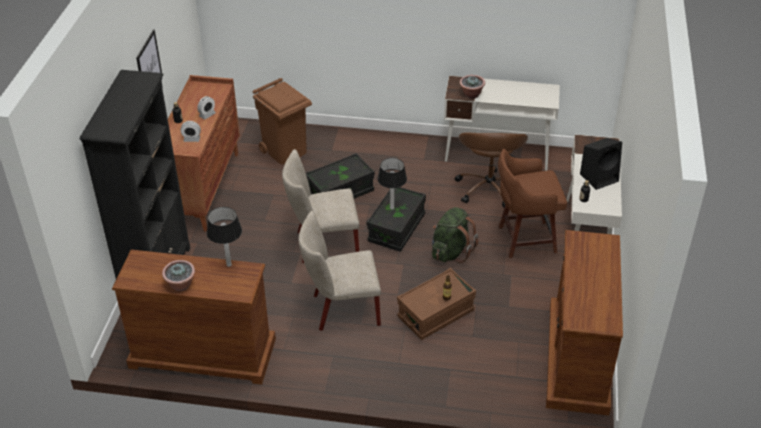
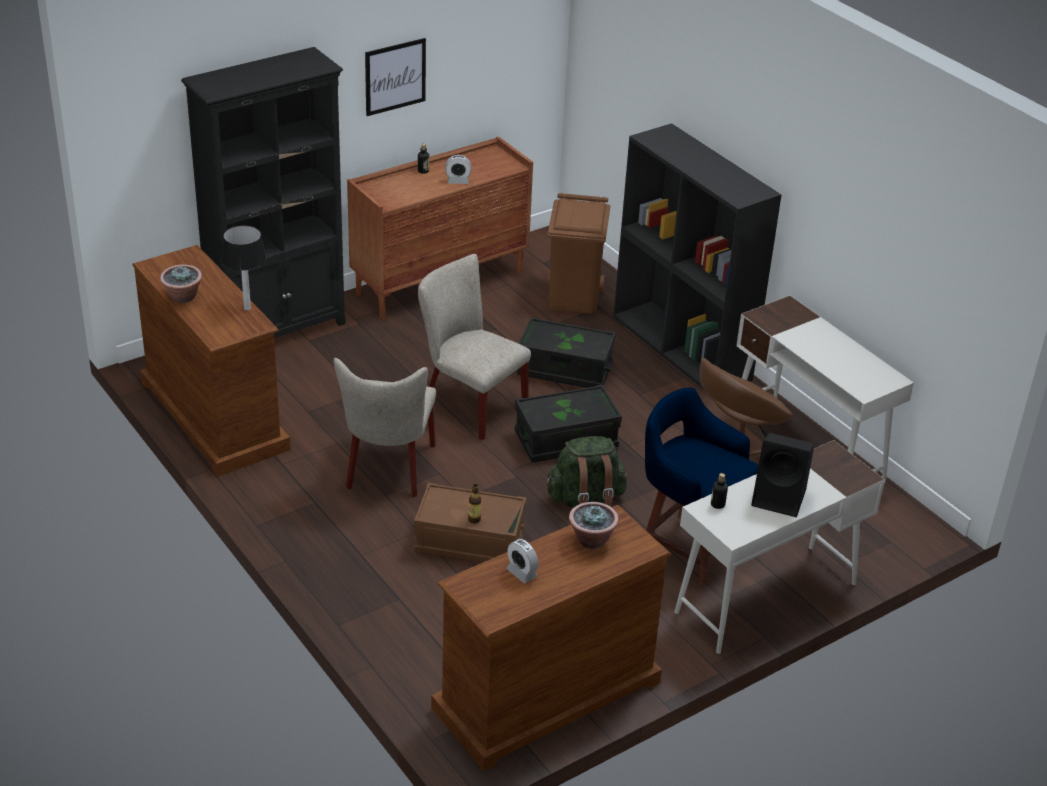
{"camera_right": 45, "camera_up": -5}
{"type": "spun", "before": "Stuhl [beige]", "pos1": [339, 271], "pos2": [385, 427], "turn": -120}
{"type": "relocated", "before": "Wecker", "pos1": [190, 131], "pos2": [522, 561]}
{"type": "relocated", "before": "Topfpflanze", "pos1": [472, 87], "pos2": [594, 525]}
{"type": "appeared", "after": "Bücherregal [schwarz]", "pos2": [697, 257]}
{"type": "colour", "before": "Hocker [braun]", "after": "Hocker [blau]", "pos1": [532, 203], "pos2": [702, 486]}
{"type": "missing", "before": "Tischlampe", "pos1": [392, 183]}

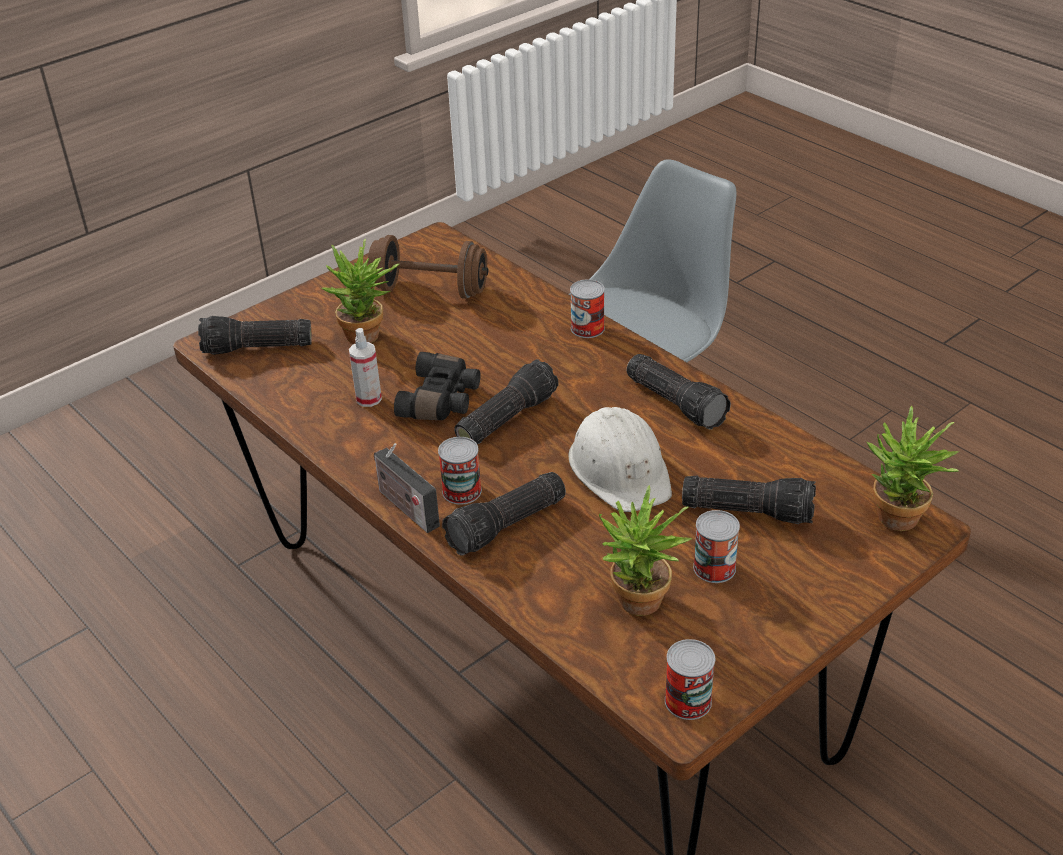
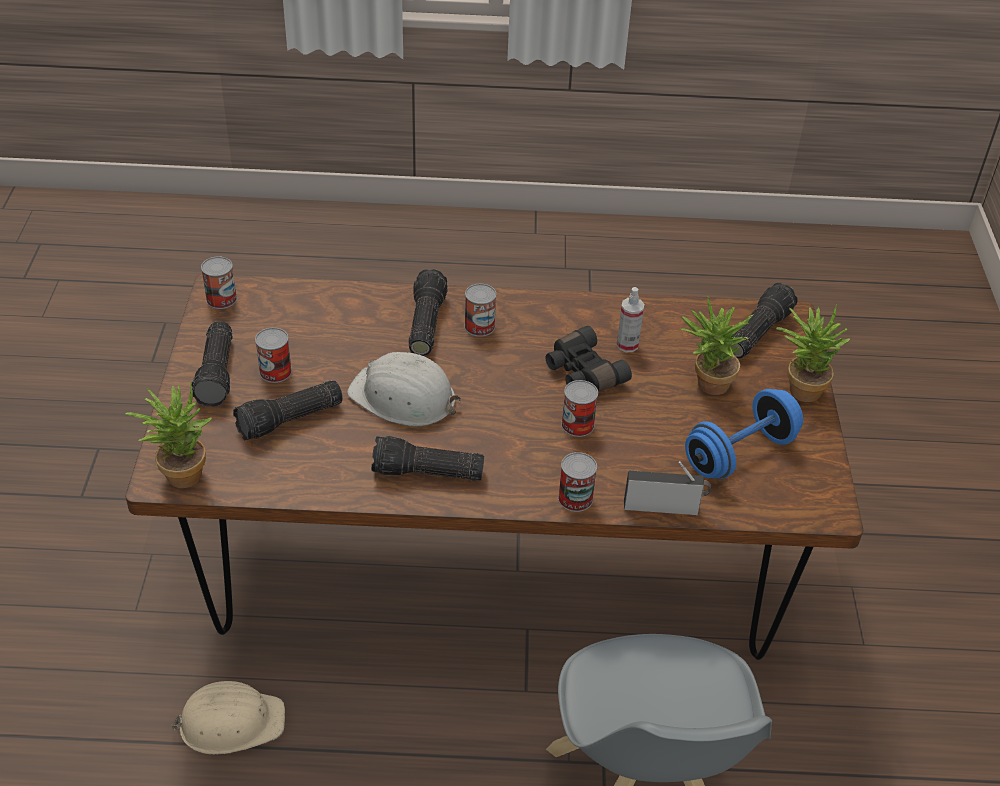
{"camera_right": 130, "camera_up": 5}
{"type": "appeared", "after": "Schutzhelm [beige]", "pos2": [227, 718]}
{"type": "relocated", "before": "Taschenlampe", "pos1": [506, 402], "pos2": [212, 364]}
{"type": "appeared", "after": "Dose", "pos2": [579, 408]}
{"type": "relocated", "before": "Radio", "pos1": [407, 488], "pos2": [667, 488]}
{"type": "colour", "before": "Hantel [braun]", "after": "Hantel [blau]", "pos1": [427, 267], "pos2": [744, 434]}
{"type": "relocated", "before": "Topfpflanze", "pos1": [645, 550], "pos2": [813, 353]}

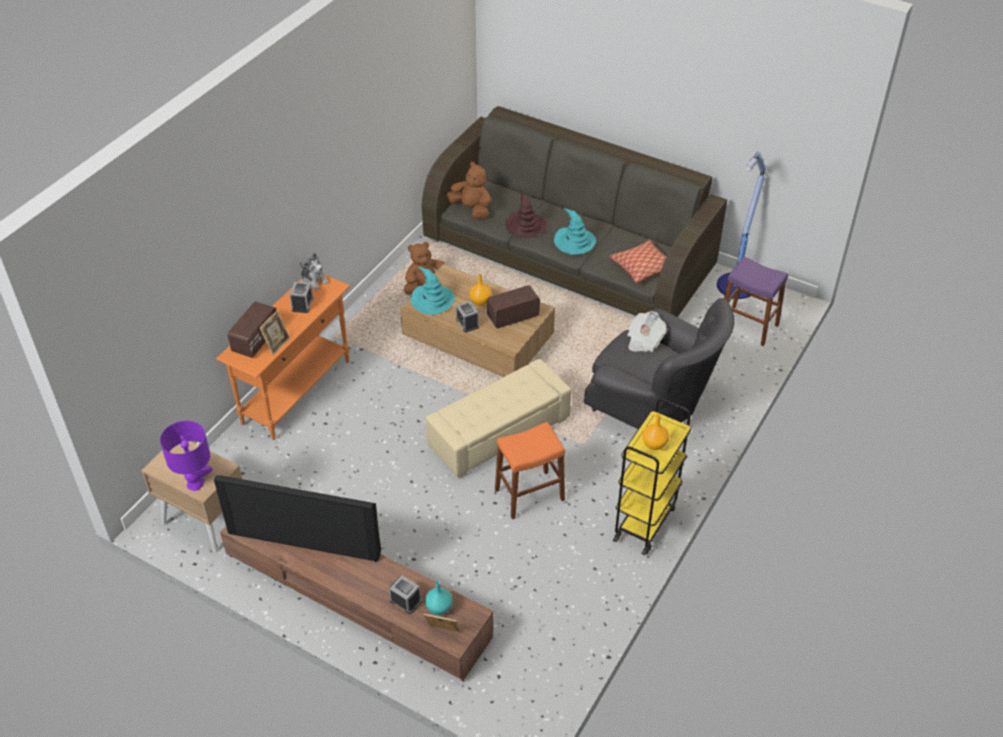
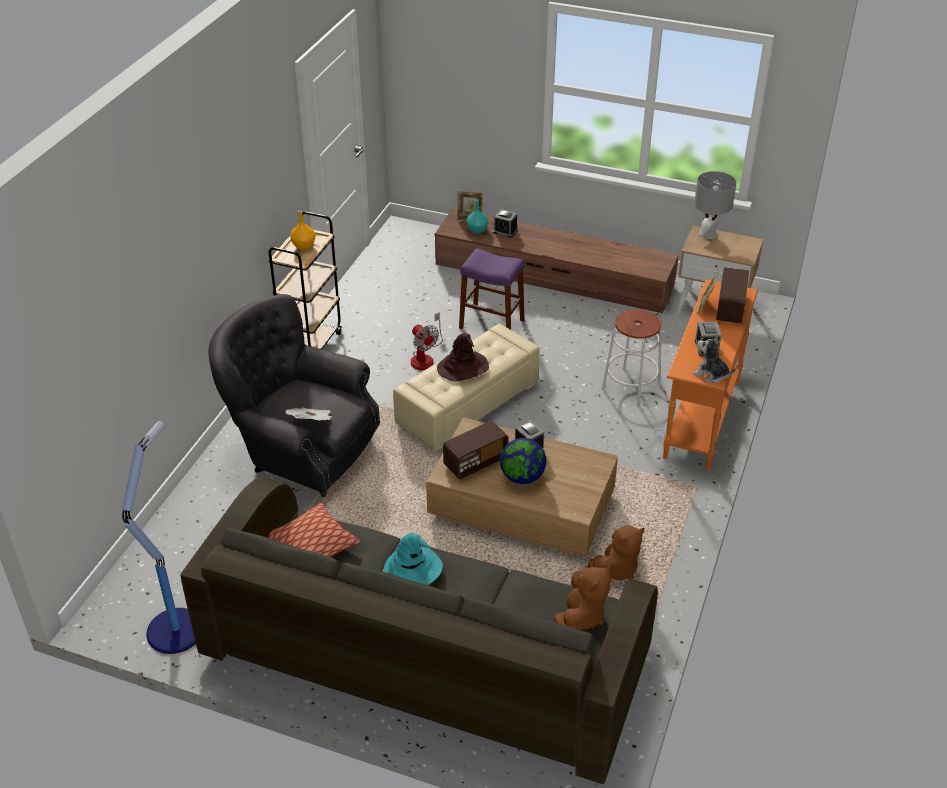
{"camera_right": 170, "camera_up": -5}
{"type": "colour", "before": "Rollwagen [gelb]", "after": "Rollwagen [braun]", "pos1": [652, 477], "pos2": [305, 280]}
{"type": "exchanged", "before": "Hocker [orange]", "after": "Ventilator", "pos1": [530, 470], "pos2": [427, 341]}
{"type": "relocated", "before": "Hut [braun]", "pos1": [526, 214], "pos2": [463, 357]}
{"type": "relocated", "before": "Hocker [lila]", "pos1": [756, 301], "pos2": [491, 289]}
{"type": "exchanged", "before": "Vase [orange]", "after": "Globus", "pos1": [480, 289], "pos2": [523, 461]}
{"type": "spun", "before": "Plüschtier [braun]", "pos1": [468, 190], "pos2": [582, 597], "turn": -90}
{"type": "appeared", "after": "Hocker [weiß]", "pos2": [632, 357]}
{"type": "colour", "before": "Tischlampe [lila]", "after": "Tischlampe [grau]", "pos1": [186, 456], "pos2": [715, 205]}
{"type": "missing", "before": "Fernseher", "pos1": [297, 518]}
{"type": "missing", "before": "Hut [türkis]", "pos1": [433, 291]}

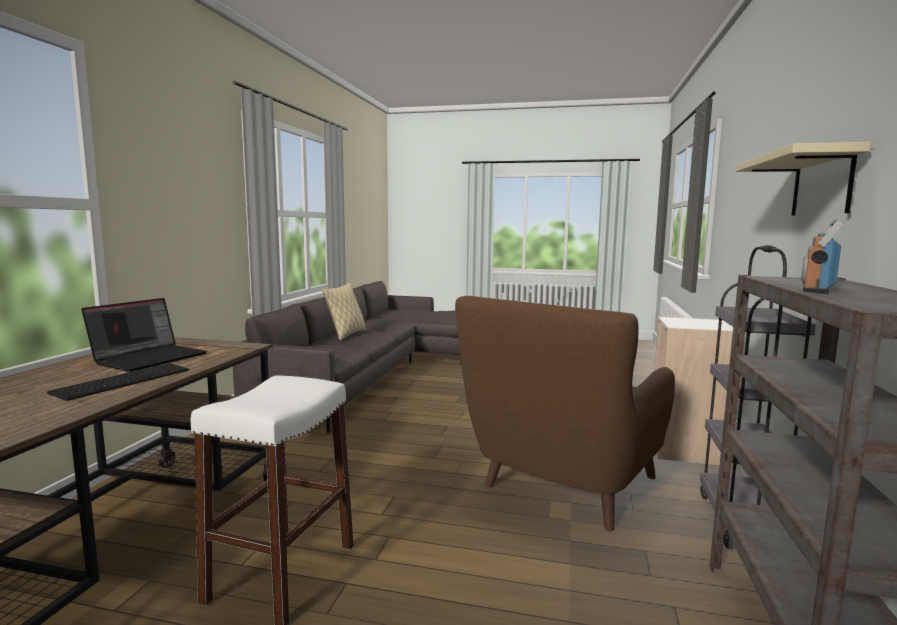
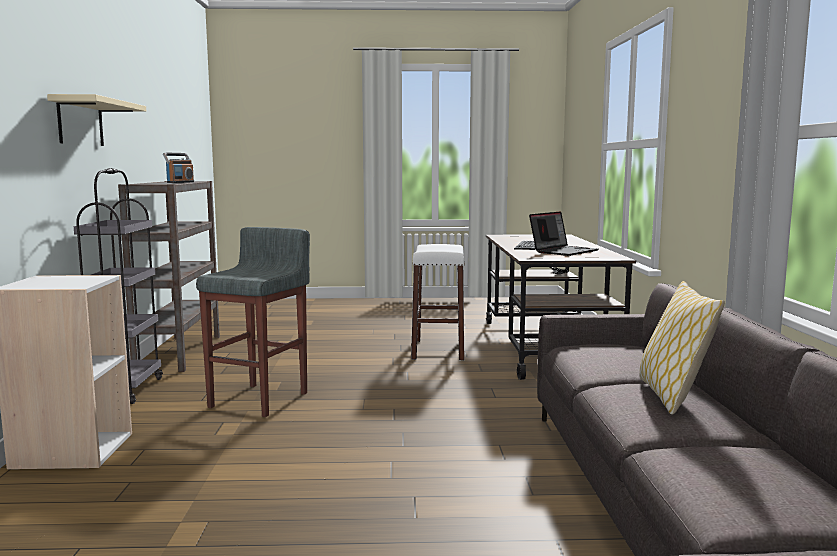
{"camera_right": 165, "camera_up": 0}
{"type": "exchanged", "before": "Sessel [braun]", "after": "Hocker [grau]", "pos1": [565, 413], "pos2": [253, 322]}
{"type": "spun", "before": "Laptop", "pos1": [144, 335], "pos2": [563, 233], "turn": -150}

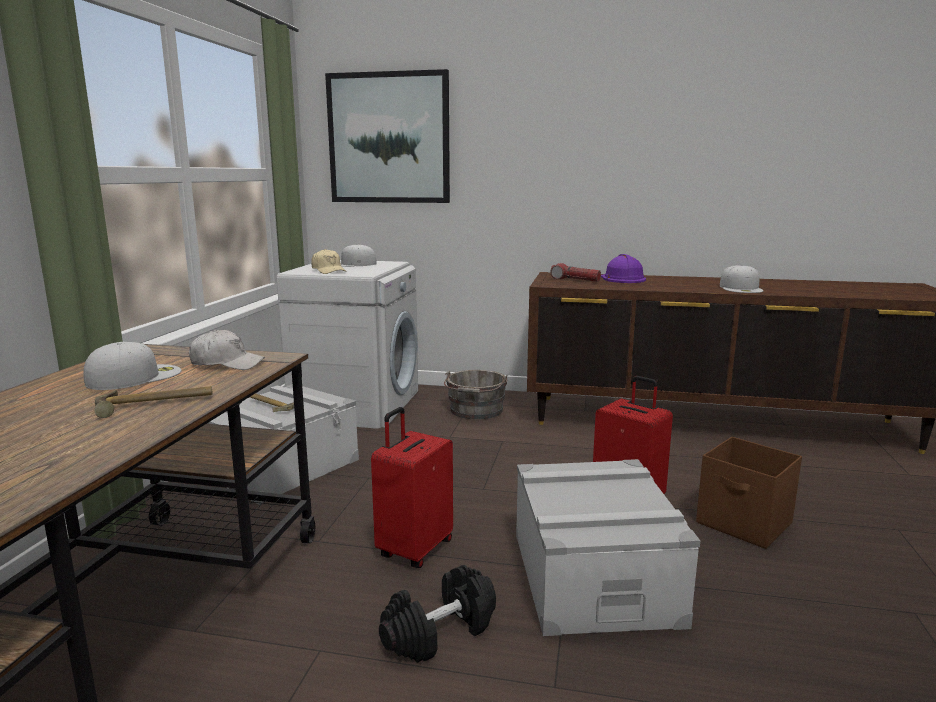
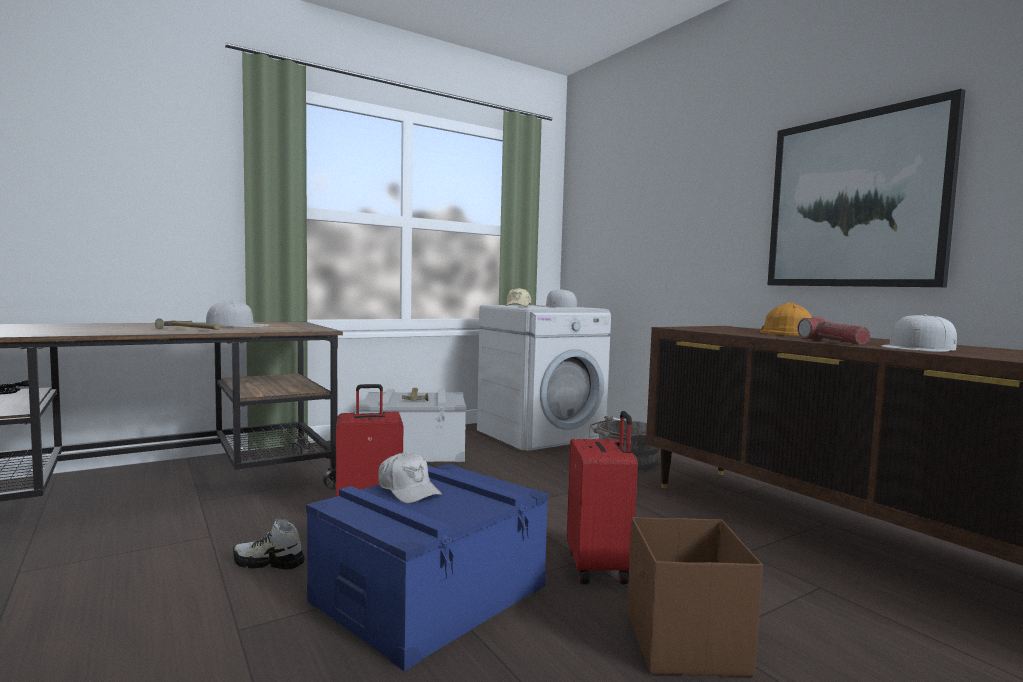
{"camera_right": 45, "camera_up": -10}
{"type": "exchanged", "before": "Hantel [schwarz]", "after": "Schuh", "pos1": [437, 614], "pos2": [269, 544]}
{"type": "colour", "before": "Aufbewahrungsbox [grau]", "after": "Aufbewahrungsbox [blau]", "pos1": [608, 547], "pos2": [427, 567]}
{"type": "relocated", "before": "Kappe [weiß]", "pos1": [227, 349], "pos2": [410, 477]}
{"type": "colour", "before": "Schutzhelm [lila]", "after": "Schutzhelm [orange]", "pos1": [623, 268], "pos2": [786, 319]}
{"type": "relocated", "before": "Bild", "pos1": [387, 136], "pos2": [866, 188]}
{"type": "relocated", "before": "Taschenlampe", "pos1": [576, 272], "pos2": [833, 331]}

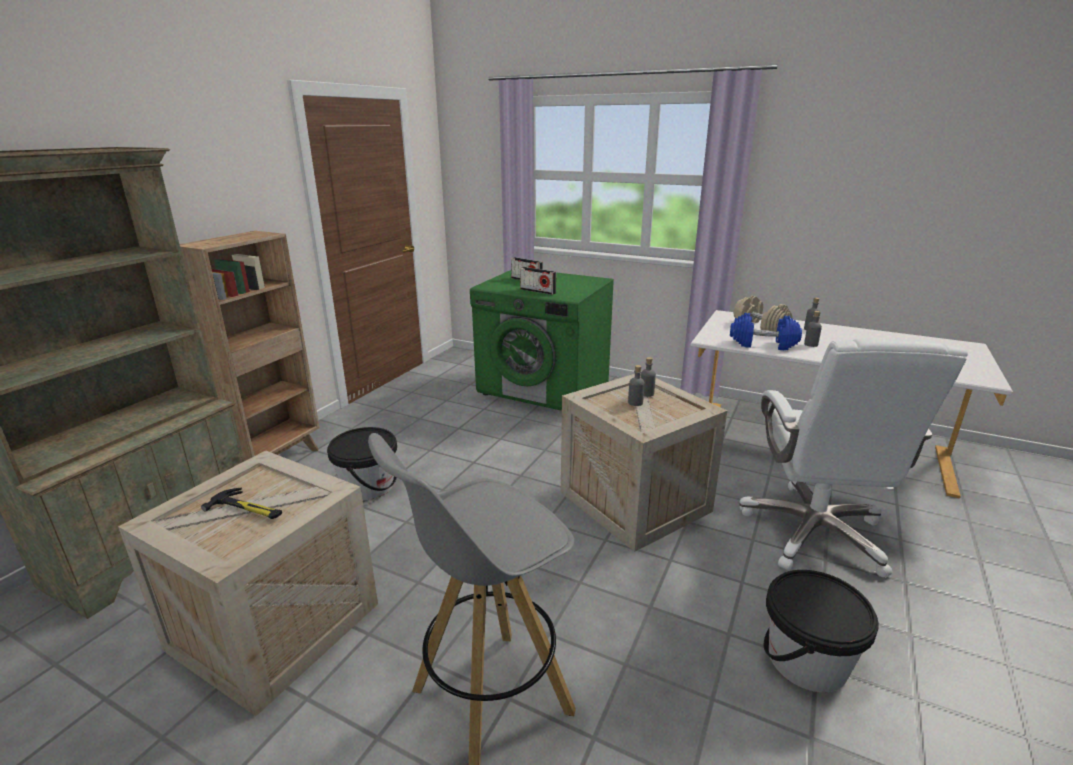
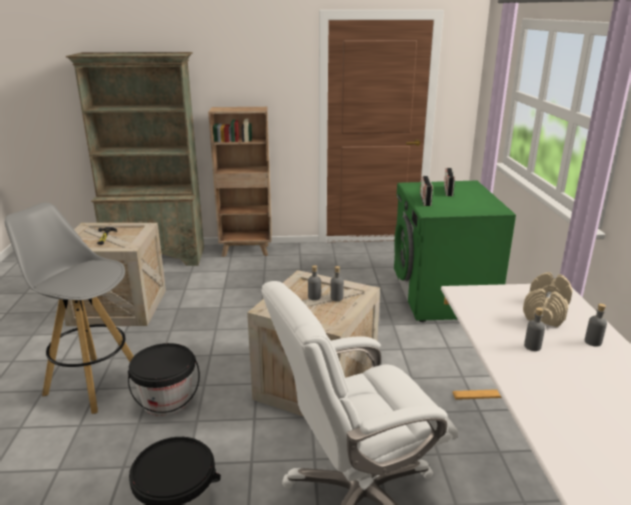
{"camera_right": 60, "camera_up": 0}
{"type": "relocated", "before": "Eimer [schwarz]", "pos1": [362, 463], "pos2": [164, 379]}
{"type": "missing", "before": "Hantel [blau]", "pos1": [766, 331]}

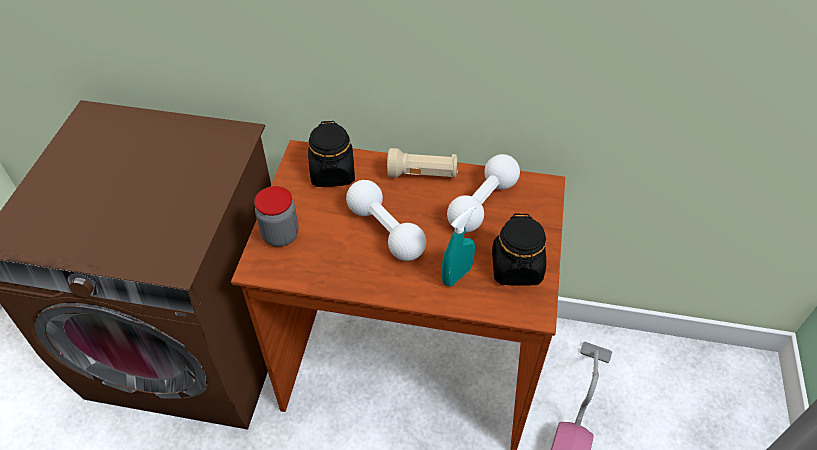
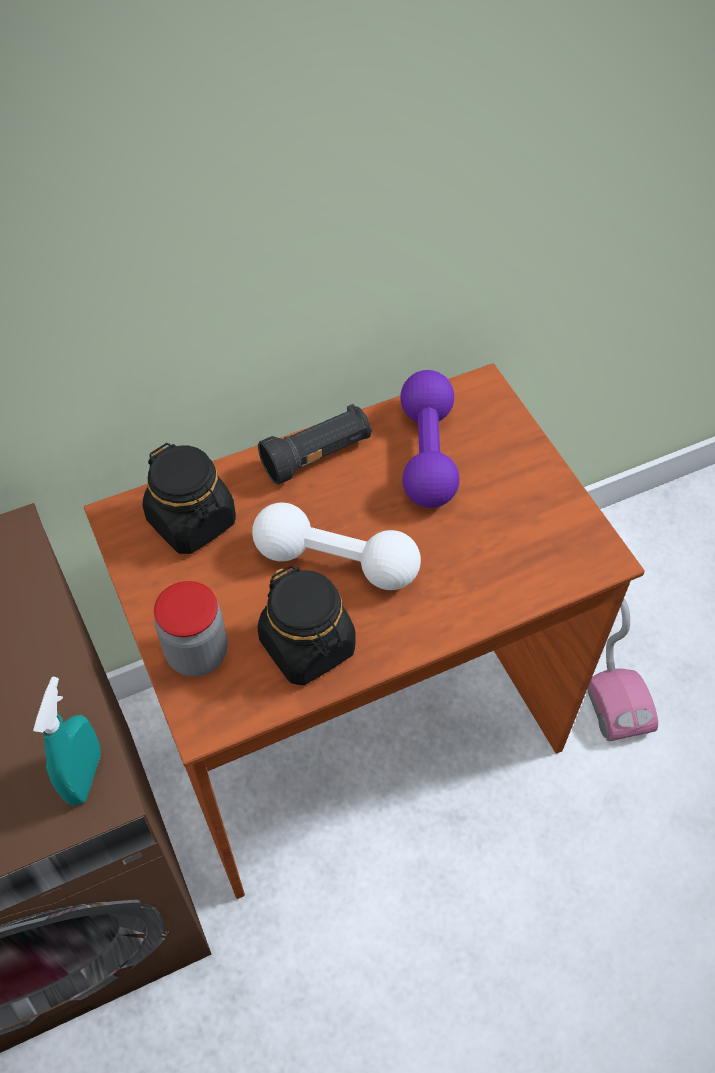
{"camera_right": -35, "camera_up": 5}
{"type": "relocated", "before": "Sprühflasche [türkis]", "pos1": [458, 246], "pos2": [67, 741]}
{"type": "relocated", "before": "Vorratsglas [schwarz]", "pos1": [519, 249], "pos2": [306, 625]}
{"type": "colour", "before": "Taschenlampe [beige]", "after": "Taschenlampe [schwarz]", "pos1": [422, 163], "pos2": [315, 444]}
{"type": "colour", "before": "Hantel [weiß]", "after": "Hantel [lila]", "pos1": [483, 193], "pos2": [429, 439]}

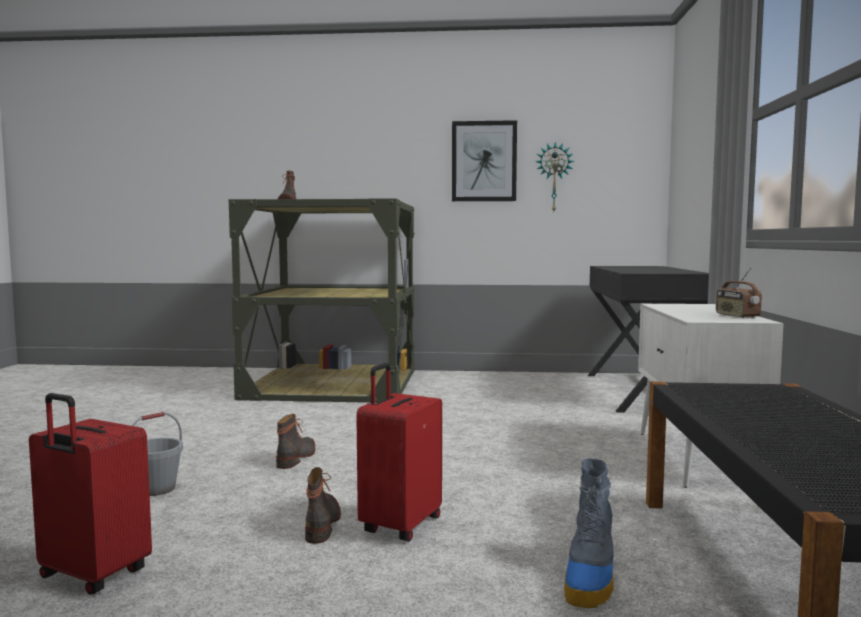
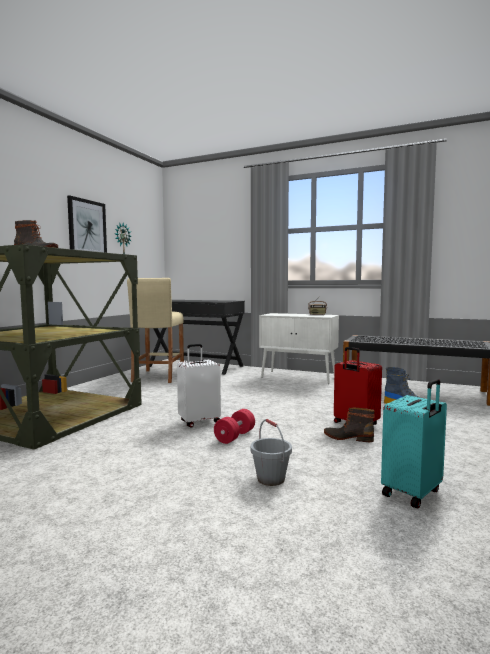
{"camera_right": -70, "camera_up": 0}
{"type": "appeared", "after": "Hocker [beige]", "pos2": [155, 330]}
{"type": "appeared", "after": "Koffer [weiß]", "pos2": [199, 385]}
{"type": "exchanged", "before": "Stiefel", "after": "Hantel [rot]", "pos1": [295, 441], "pos2": [234, 426]}
{"type": "colour", "before": "Koffer [rot]", "after": "Koffer [türkis]", "pos1": [90, 494], "pos2": [414, 443]}

